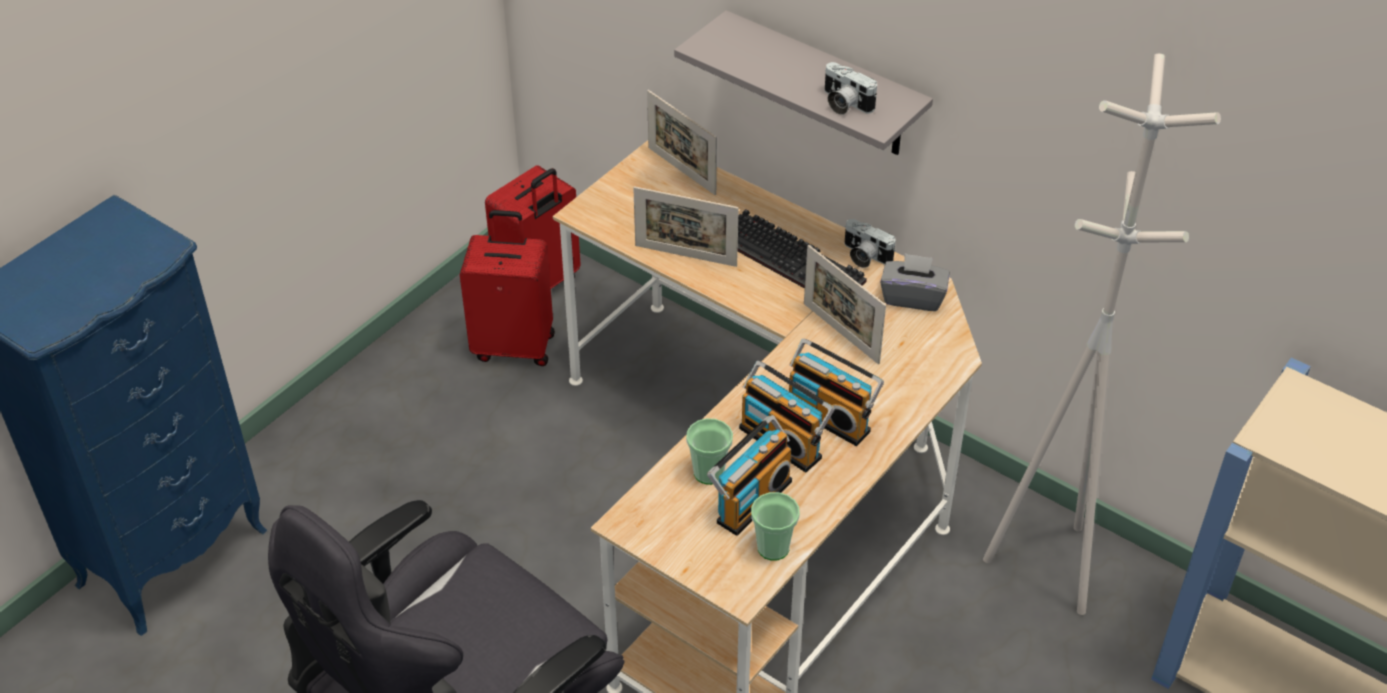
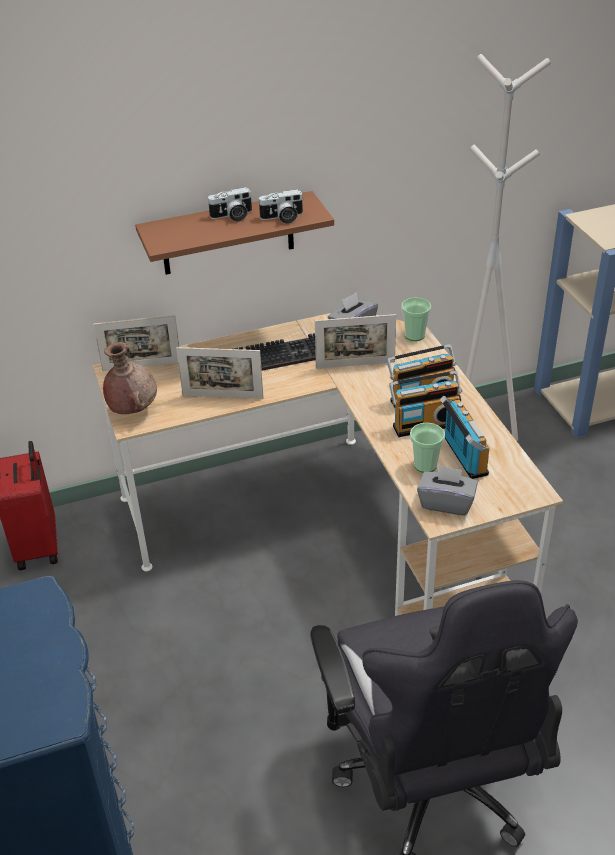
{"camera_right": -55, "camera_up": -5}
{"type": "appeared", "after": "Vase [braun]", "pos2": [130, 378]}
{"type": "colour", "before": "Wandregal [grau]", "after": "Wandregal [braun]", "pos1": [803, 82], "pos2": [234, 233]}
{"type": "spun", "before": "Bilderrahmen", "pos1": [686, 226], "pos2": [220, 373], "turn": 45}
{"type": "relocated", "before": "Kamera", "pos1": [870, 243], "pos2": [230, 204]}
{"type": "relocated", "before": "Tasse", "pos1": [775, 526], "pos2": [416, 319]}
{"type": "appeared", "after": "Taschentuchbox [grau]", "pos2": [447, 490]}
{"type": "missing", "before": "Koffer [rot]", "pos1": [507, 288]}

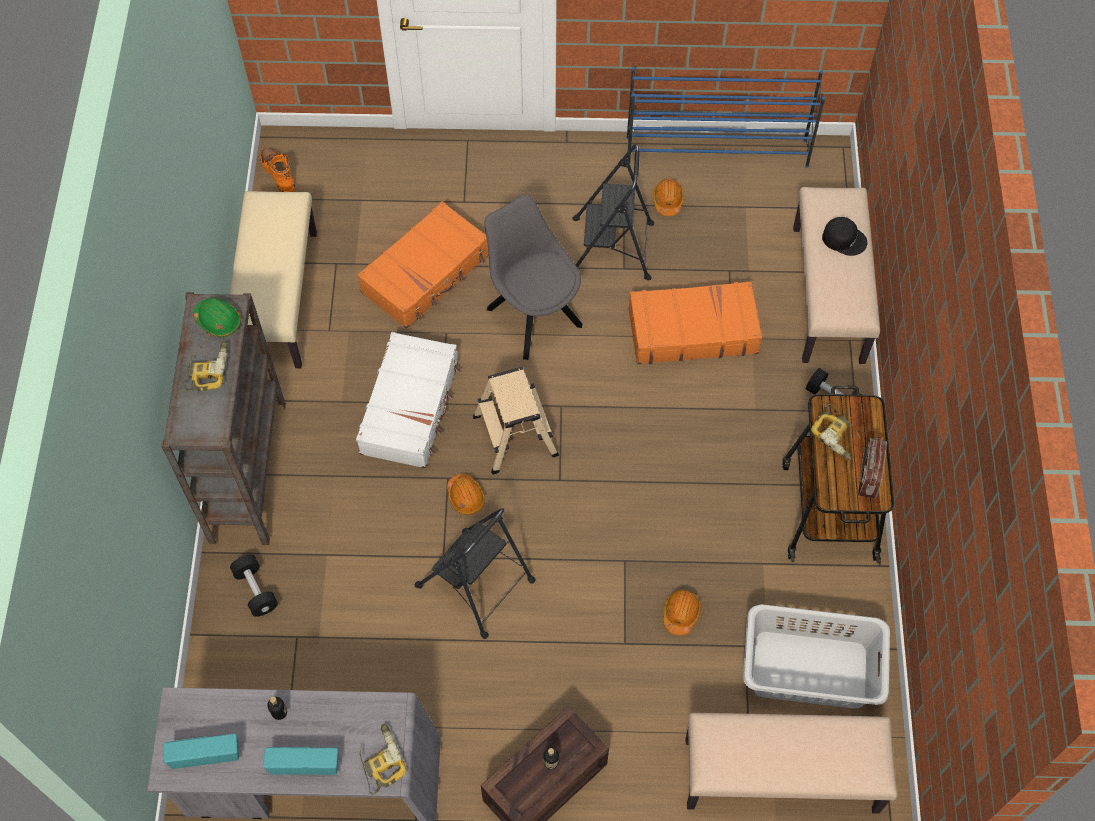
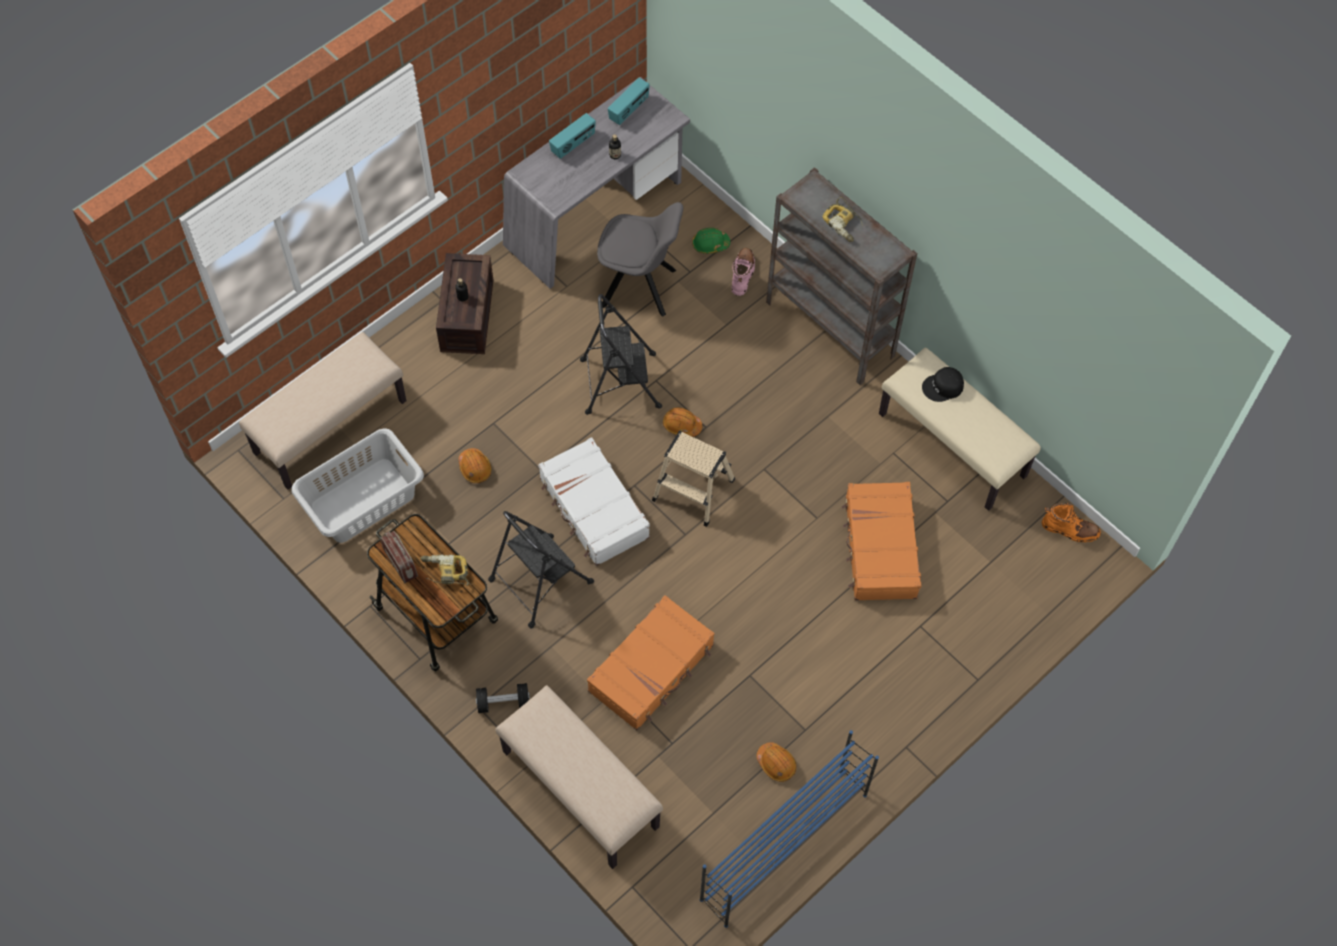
{"camera_right": 135, "camera_up": 0}
{"type": "relocated", "before": "Trittleiter [schwarz]", "pos1": [613, 212], "pos2": [541, 569]}
{"type": "relocated", "before": "Koffer [weiß]", "pos1": [408, 400], "pos2": [594, 501]}
{"type": "relocated", "before": "Stuhl [grau]", "pos1": [533, 277], "pos2": [640, 259]}
{"type": "relocated", "before": "Schutzhelm [grün]", "pos1": [217, 317], "pos2": [711, 241]}
{"type": "exchanged", "before": "Hantel [schwarz]", "after": "Stiefel [rosa]", "pos1": [254, 586], "pos2": [743, 272]}
{"type": "relocated", "before": "Kappe [schwarz]", "pos1": [844, 236], "pos2": [943, 384]}
{"type": "missing", "before": "Bohrmaschine", "pos1": [383, 759]}

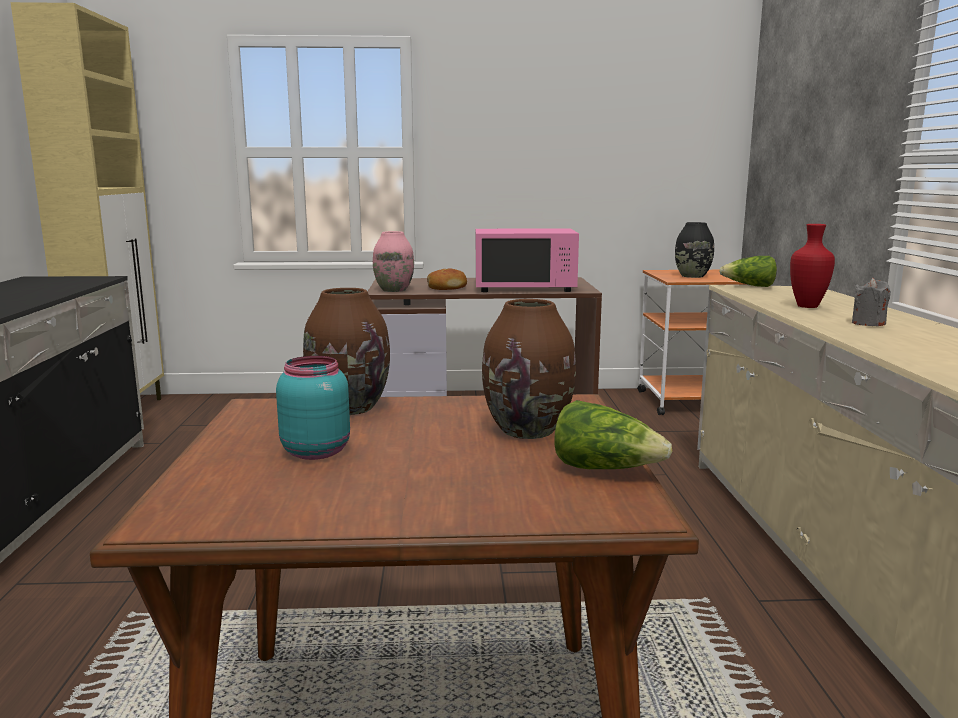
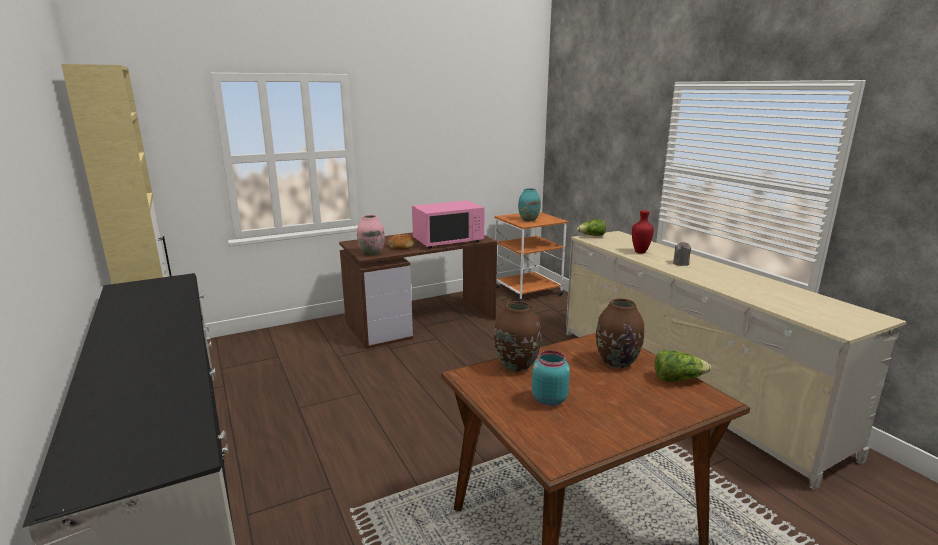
{"camera_right": -25, "camera_up": 5}
{"type": "colour", "before": "Vase [schwarz]", "after": "Vase [türkis]", "pos1": [694, 250], "pos2": [529, 205]}

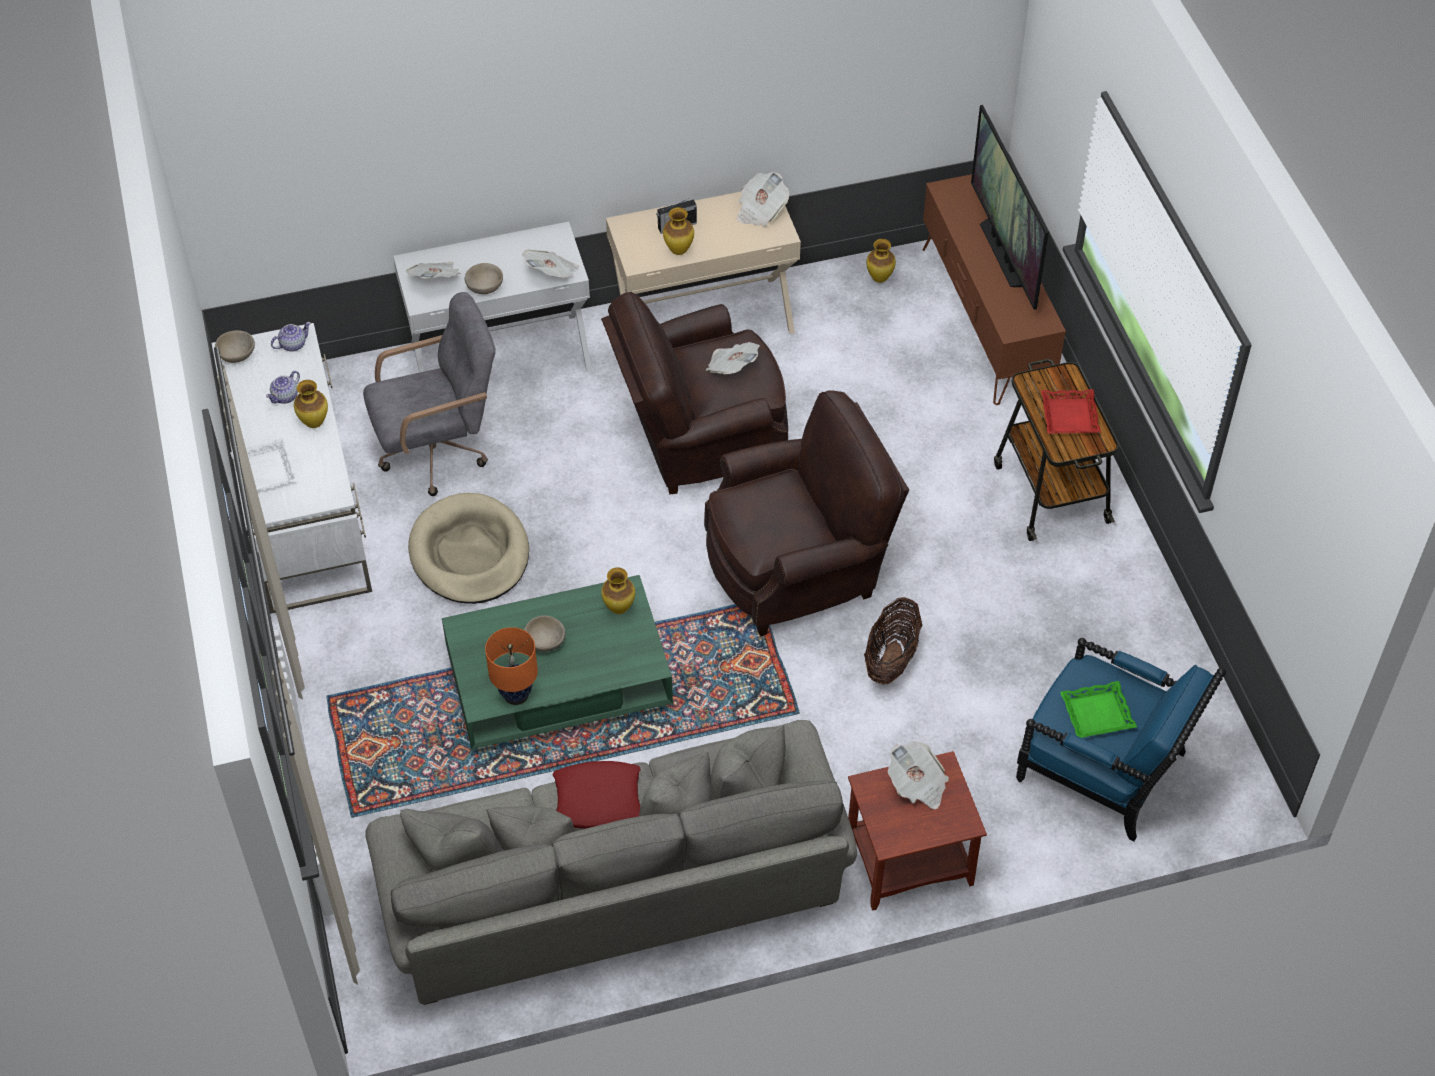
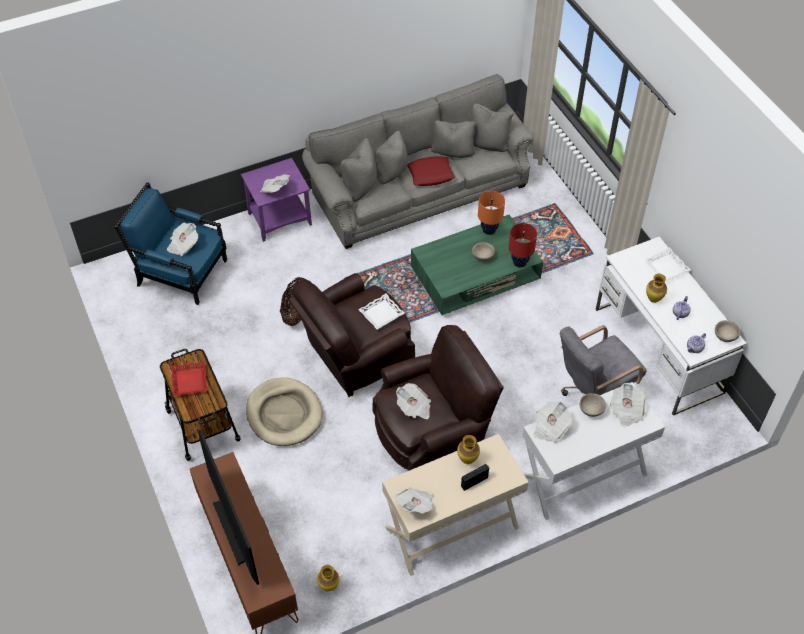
{"camera_right": 170, "camera_up": 0}
{"type": "exchanged", "before": "Tablett [grün]", "after": "Zeitung", "pos1": [1098, 709], "pos2": [182, 239]}
{"type": "colour", "before": "Beistelltisch [braun]", "after": "Beistelltisch [lila]", "pos1": [917, 831], "pos2": [276, 200]}
{"type": "relocated", "before": "Hundebett [beige]", "pos1": [468, 548], "pos2": [284, 412]}
{"type": "appeared", "after": "Tablett [weiß]", "pos2": [381, 311]}
{"type": "appeared", "after": "Tischlampe [rot]", "pos2": [523, 245]}
{"type": "missing", "before": "Vase", "pos1": [618, 590]}

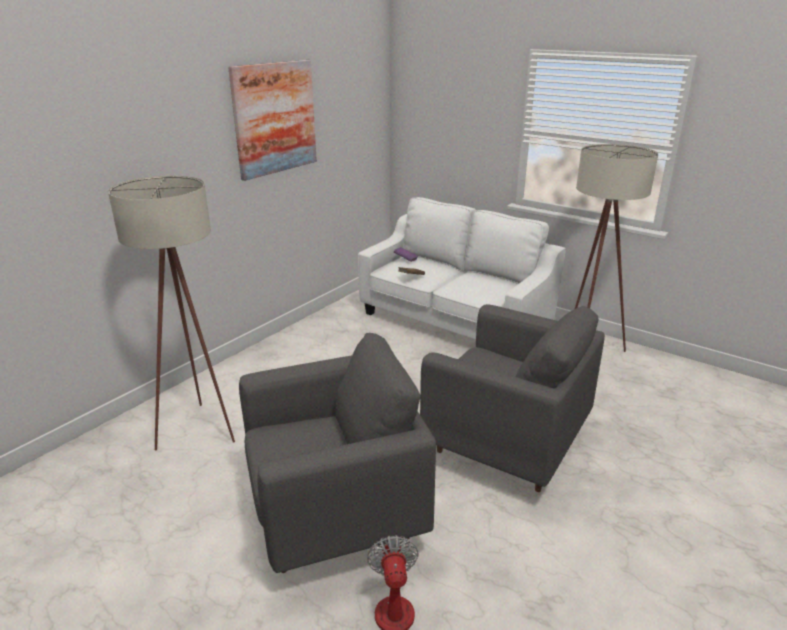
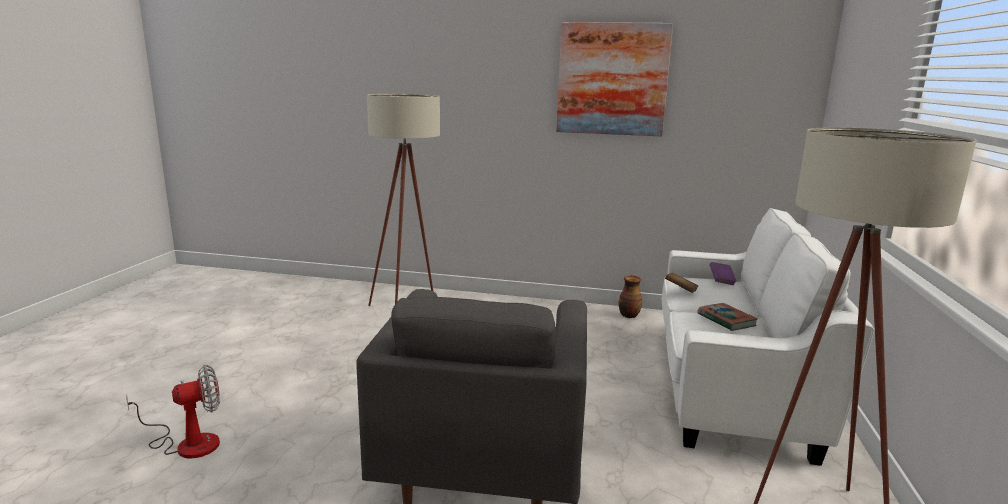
{"camera_right": 65, "camera_up": -10}
{"type": "appeared", "after": "Vase", "pos2": [630, 296]}
{"type": "appeared", "after": "Buch", "pos2": [727, 317]}
{"type": "missing", "before": "Sessel [grau]", "pos1": [337, 453]}

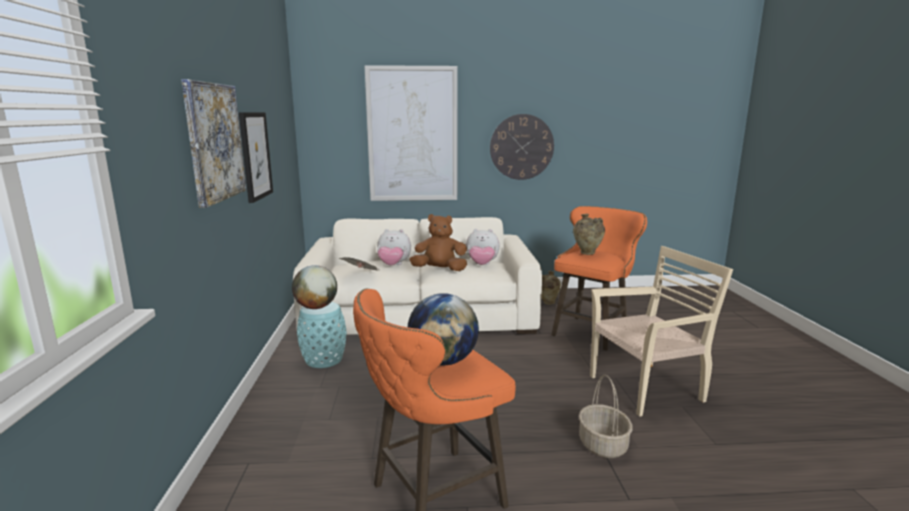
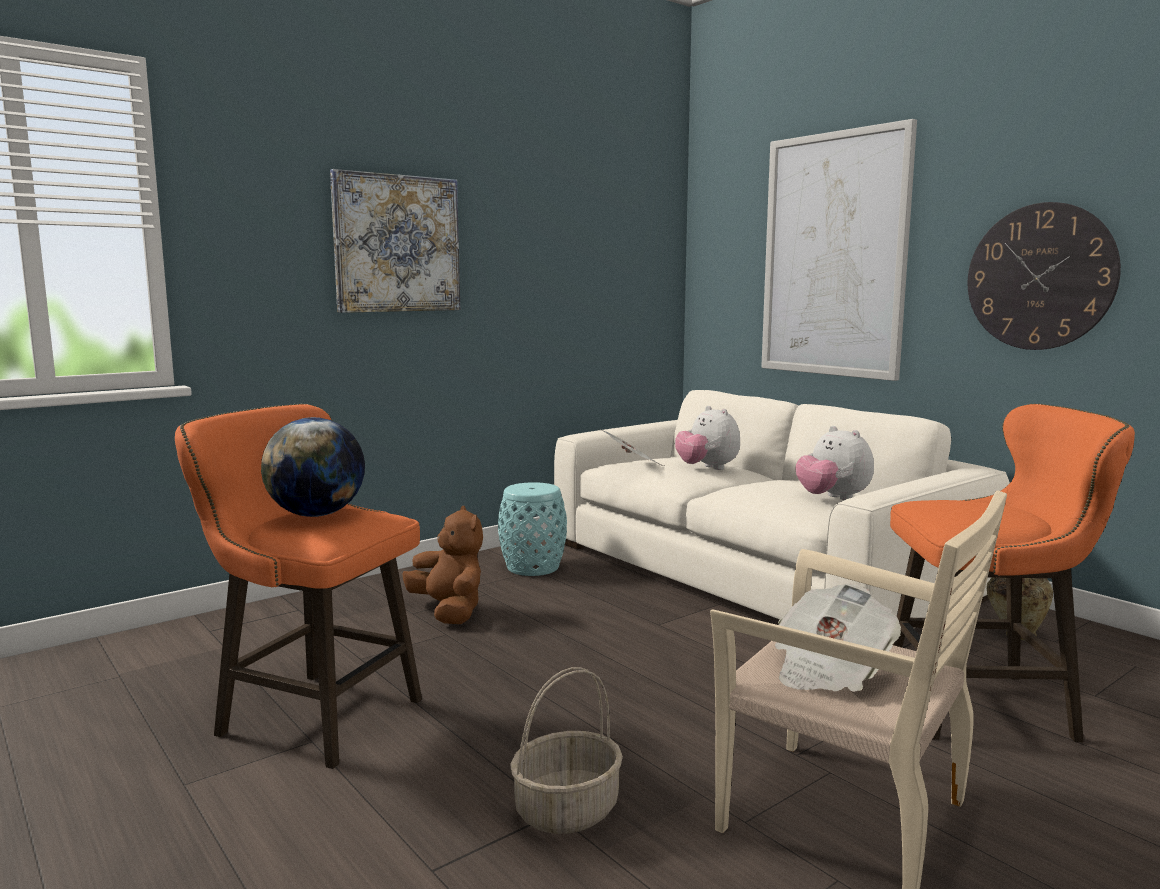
{"camera_right": 55, "camera_up": -5}
{"type": "relocated", "before": "Plüschtier [braun]", "pos1": [438, 242], "pos2": [443, 565]}
{"type": "appeared", "after": "Zeitung", "pos2": [838, 638]}
{"type": "missing", "before": "Bild", "pos1": [256, 157]}
{"type": "missing", "before": "Globus", "pos1": [314, 287]}
{"type": "missing", "before": "Vase [beige]", "pos1": [589, 234]}

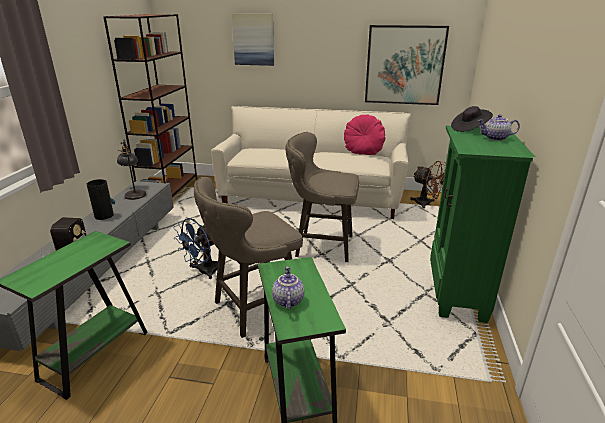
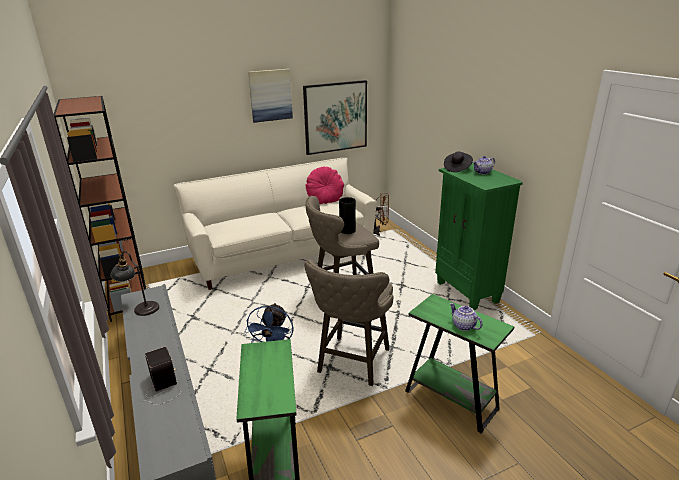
{"camera_right": -35, "camera_up": 0}
{"type": "relocated", "before": "Bild", "pos1": [252, 39], "pos2": [270, 96]}
{"type": "relocated", "before": "Vase", "pos1": [101, 199], "pos2": [347, 215]}

